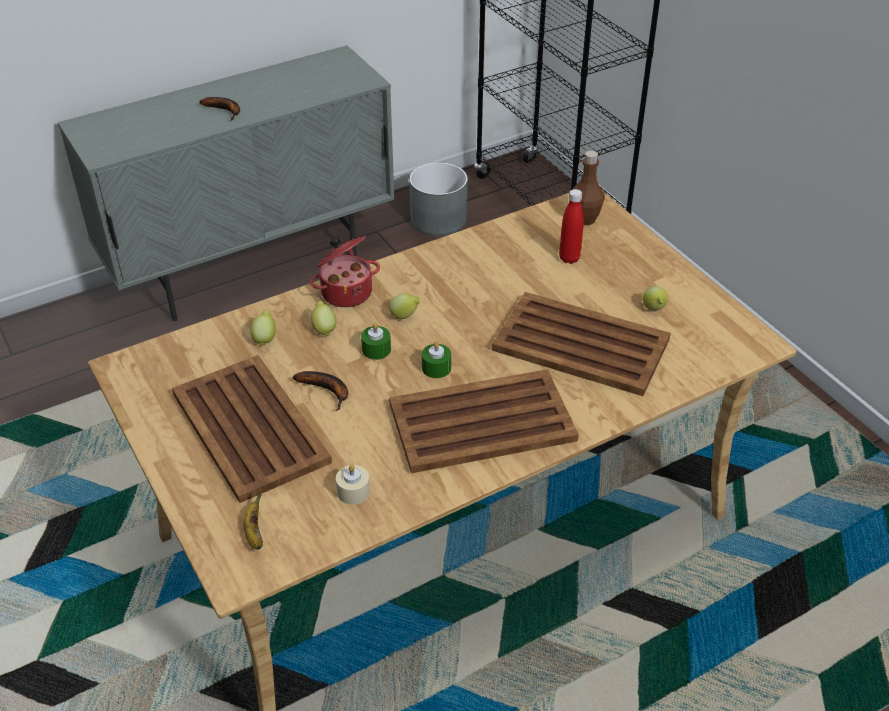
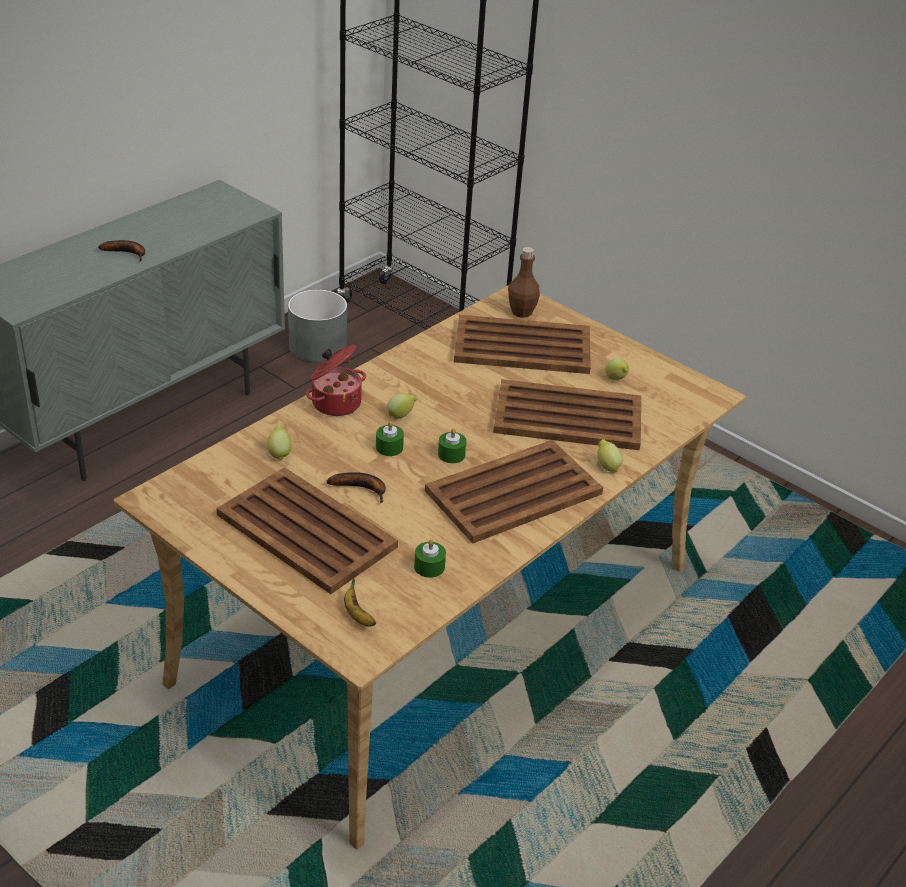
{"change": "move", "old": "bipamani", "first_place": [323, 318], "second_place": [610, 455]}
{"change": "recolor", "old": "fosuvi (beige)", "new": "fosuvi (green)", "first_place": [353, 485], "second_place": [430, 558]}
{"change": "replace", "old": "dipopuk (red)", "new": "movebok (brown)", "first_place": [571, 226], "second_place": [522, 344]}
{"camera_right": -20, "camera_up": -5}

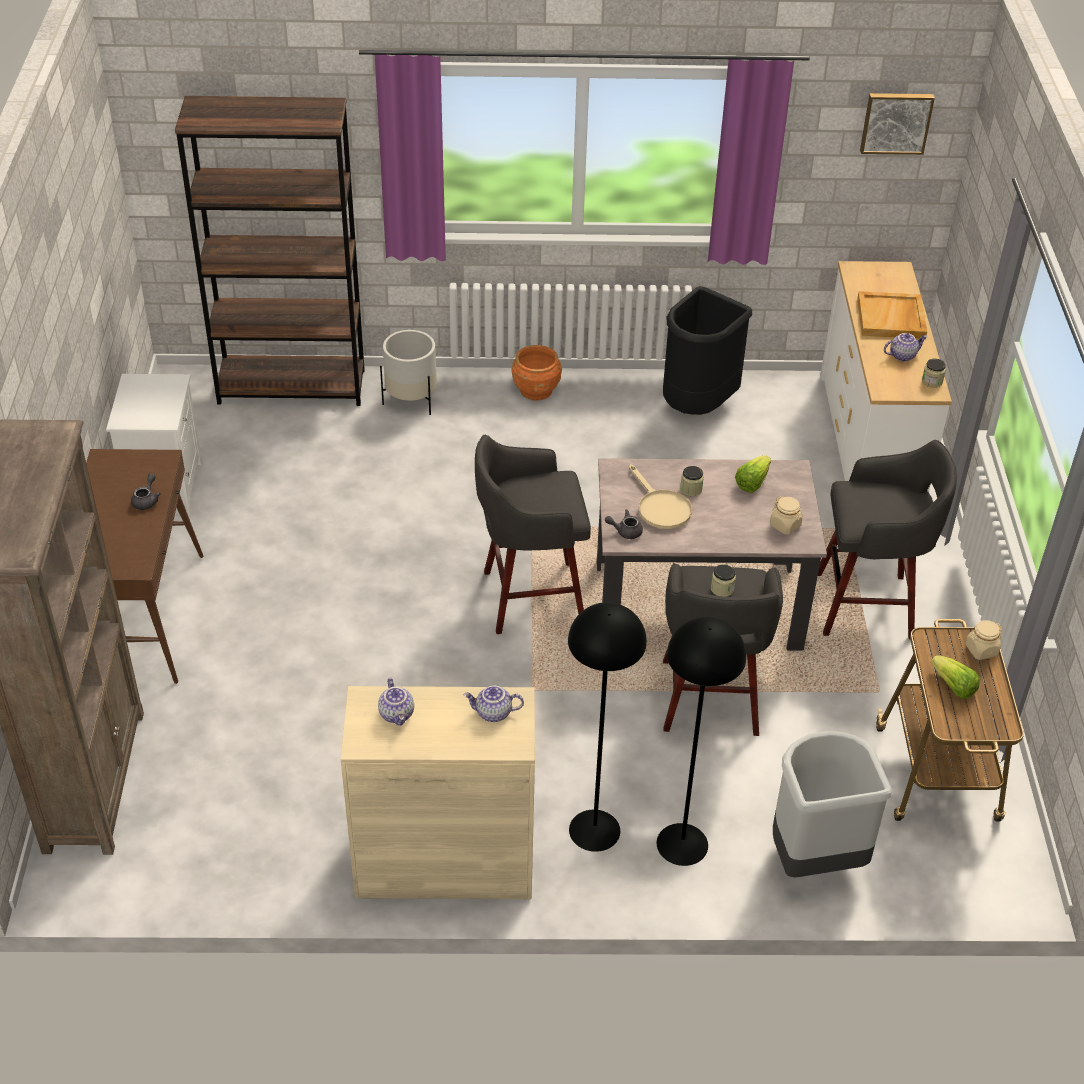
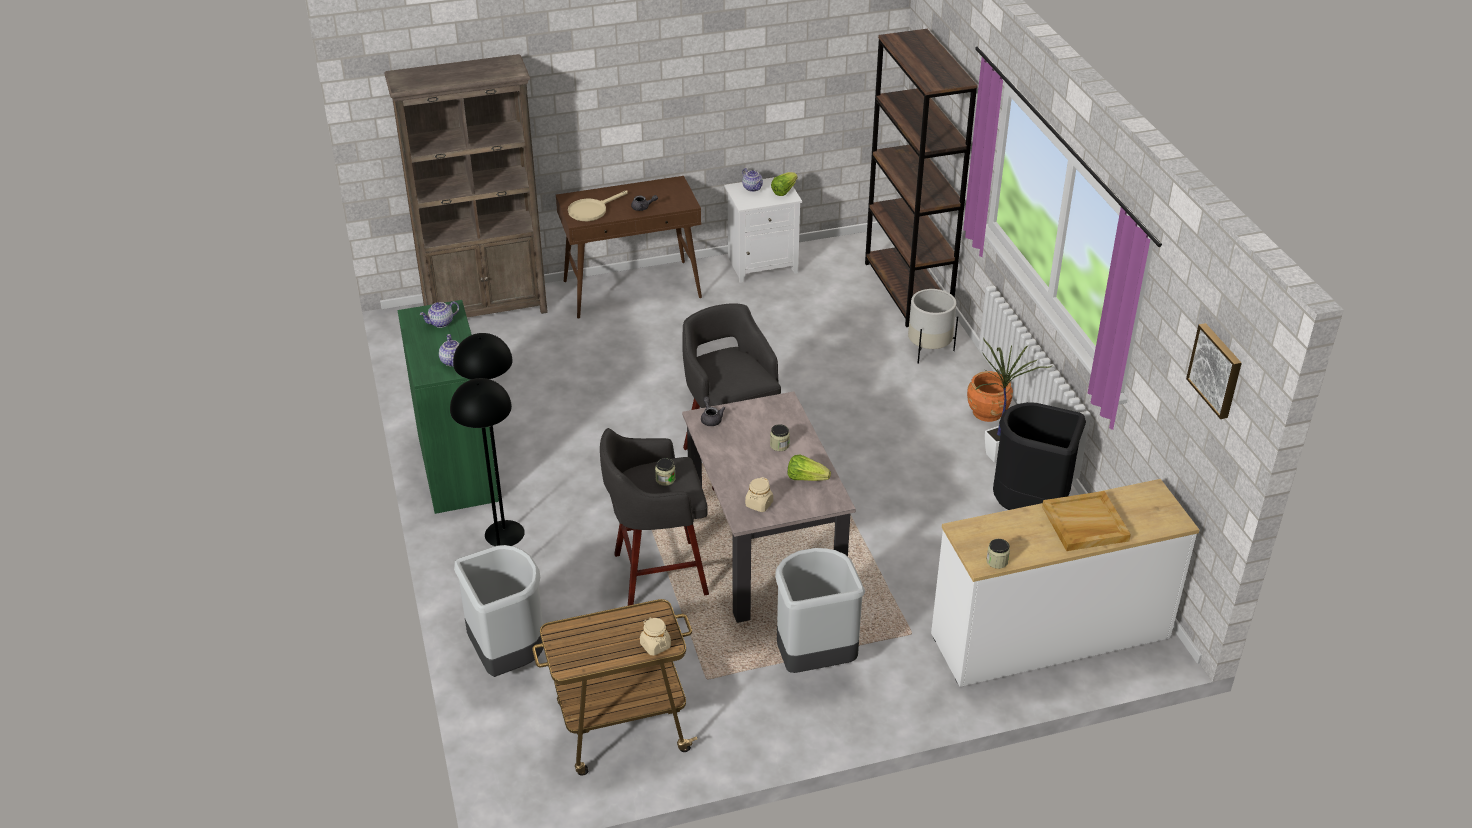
{"change": "recolor", "old": "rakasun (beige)", "new": "rakasun (green)", "first_place": [438, 792], "second_place": [448, 407]}
{"change": "move", "old": "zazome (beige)", "first_place": [660, 496], "second_place": [598, 206]}
{"change": "replace", "old": "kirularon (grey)", "new": "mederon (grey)", "first_place": [887, 539], "second_place": [820, 610]}
{"change": "move", "old": "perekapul", "first_place": [906, 347], "second_place": [752, 180]}
{"change": "move", "old": "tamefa", "first_place": [955, 677], "second_place": [784, 184]}
{"change": "insert", "new": "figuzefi", "second_place": [1014, 399]}
{"camera_right": 75, "camera_up": -5}

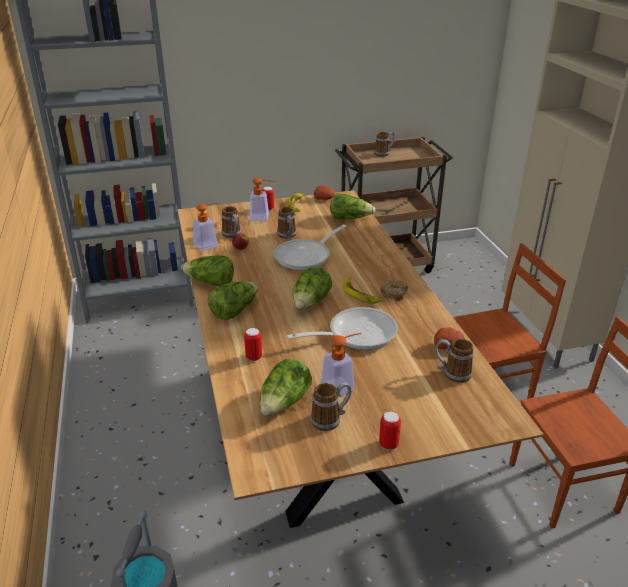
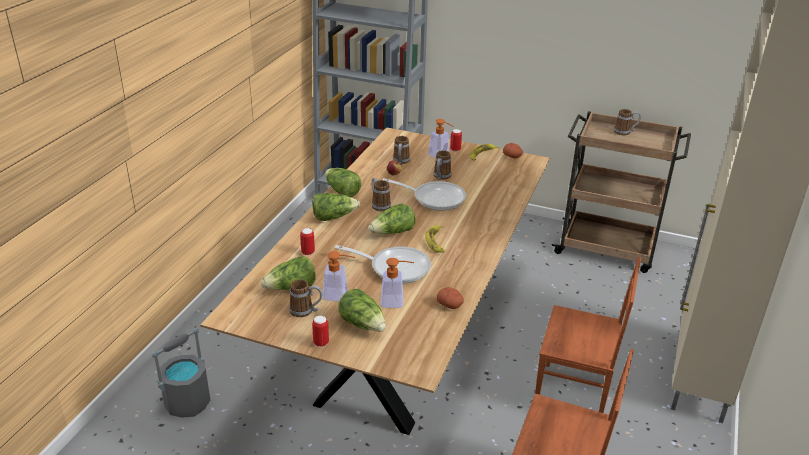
{"change": "move", "old": "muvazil", "first_place": [205, 227], "second_place": [398, 283]}
{"change": "rotate", "old": "zazome", "first_place": [309, 247], "second_place": [424, 194], "degrees": -150}
{"change": "move", "old": "tamefa", "first_place": [353, 206], "second_place": [362, 310]}
{"change": "delete", "old": "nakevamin", "first_place": [394, 290]}
{"change": "move", "old": "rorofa", "first_place": [454, 361], "second_place": [381, 194]}
{"camera_right": 35, "camera_up": 0}

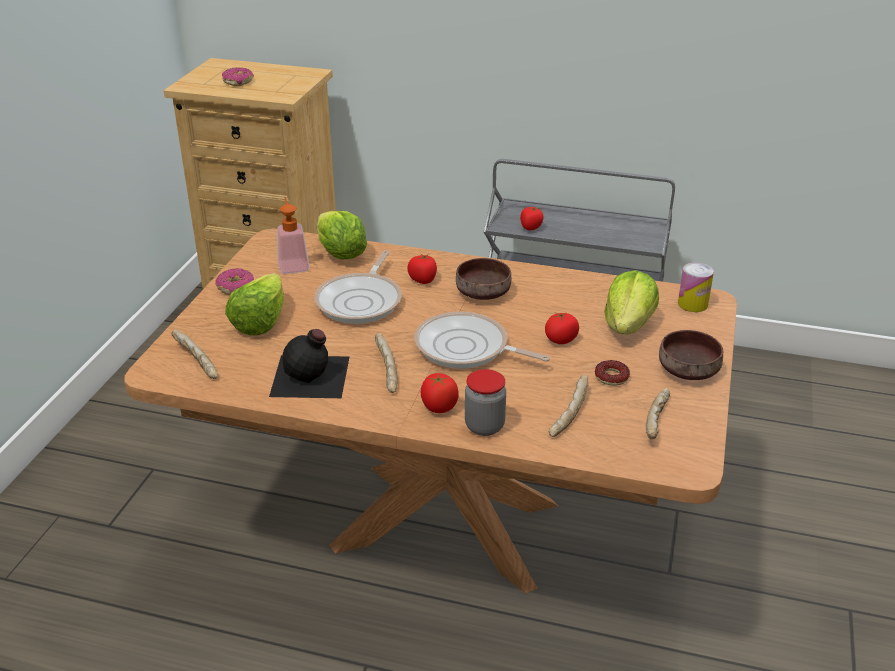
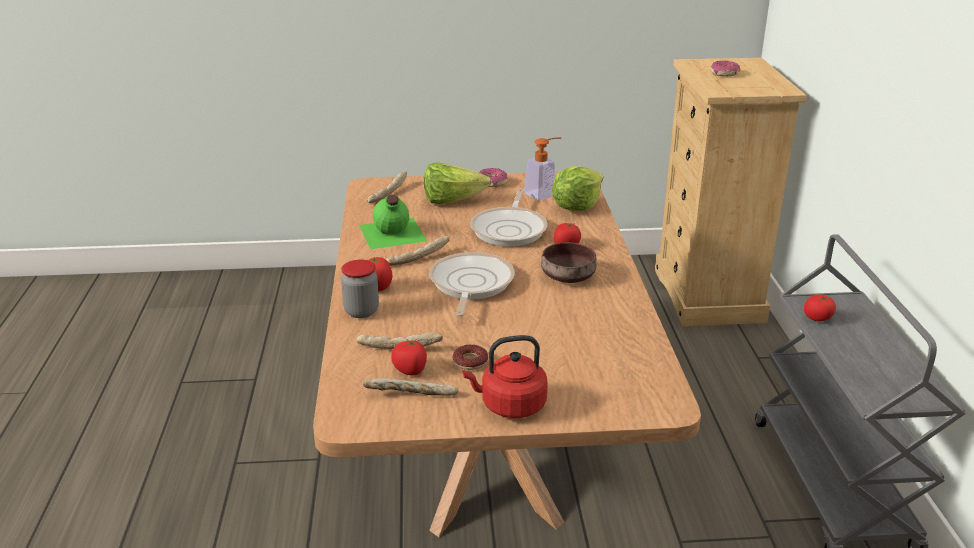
{"change": "recolor", "old": "dipopuk (black)", "new": "dipopuk (green)", "first_place": [309, 363], "second_place": [393, 222]}
{"change": "rotate", "old": "zazome", "first_place": [358, 287], "second_place": [509, 217], "degrees": -75}
{"change": "move", "old": "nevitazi", "first_place": [562, 328], "second_place": [409, 357]}
{"change": "delete", "old": "tamefa", "first_place": [631, 302]}
{"change": "replace", "old": "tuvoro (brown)", "new": "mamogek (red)", "first_place": [691, 355], "second_place": [505, 376]}
{"change": "delete", "old": "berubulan", "first_place": [696, 287]}
{"camera_right": 70, "camera_up": -5}

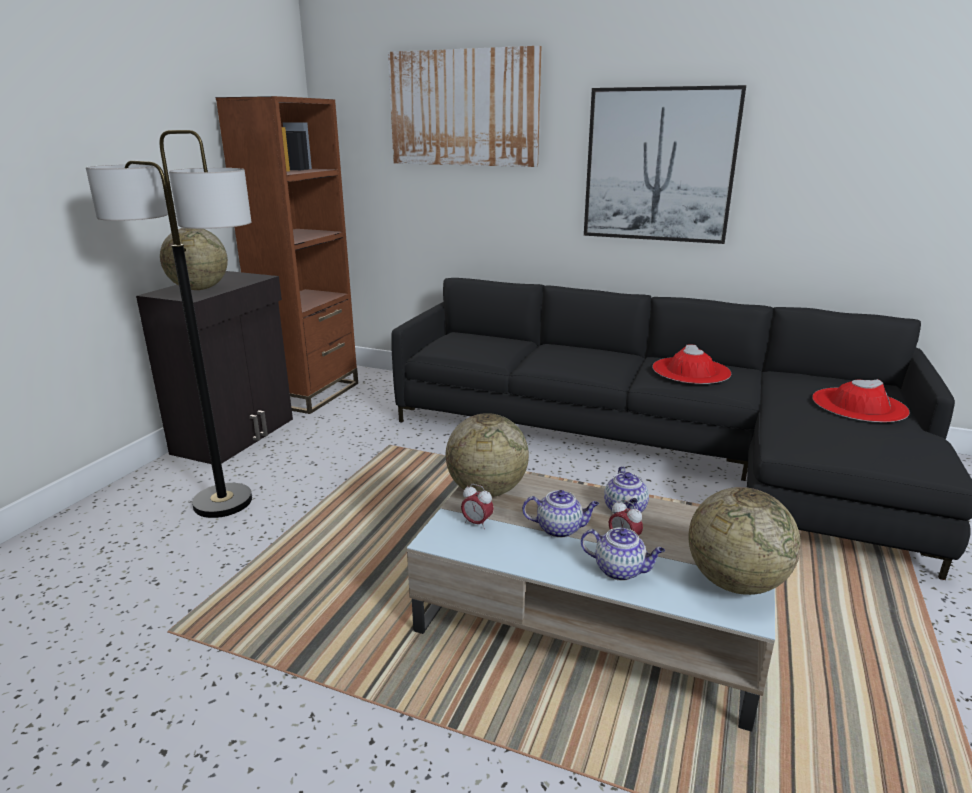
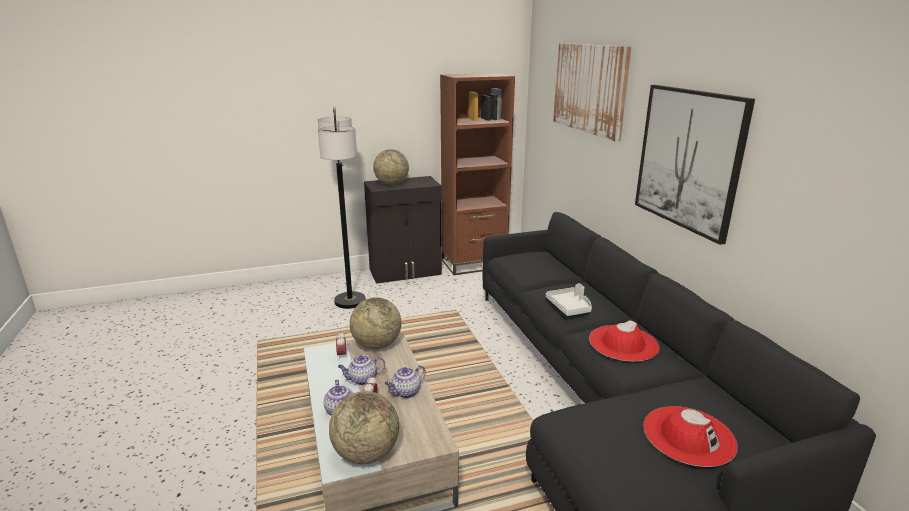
{"change": "rotate", "old": "perekapul", "first_place": [560, 514], "second_place": [361, 370], "degrees": 105}
{"change": "insert", "new": "movebok (grey)", "second_place": [569, 299]}
{"camera_right": 50, "camera_up": 0}

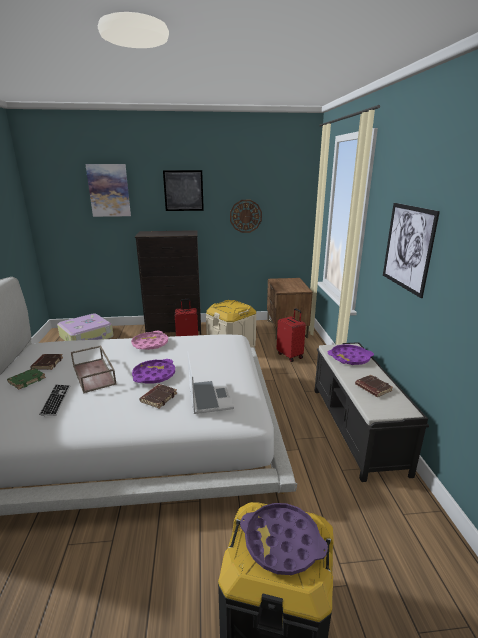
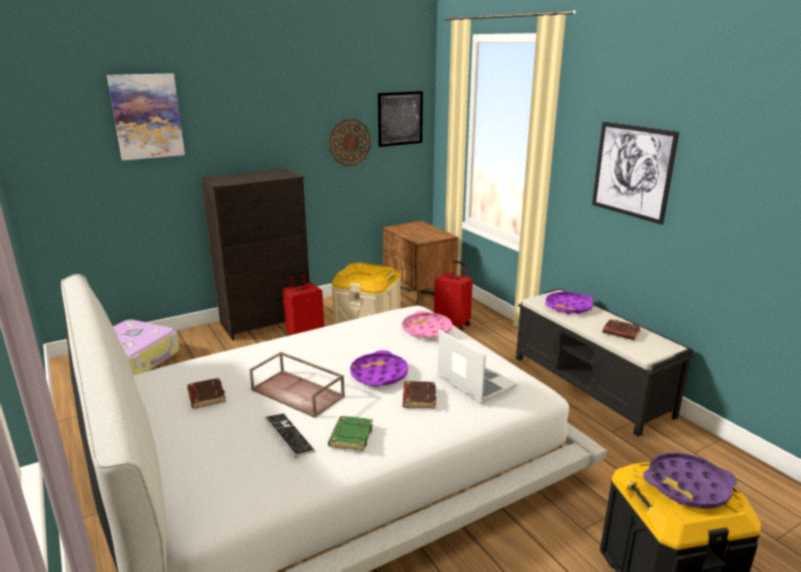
{"change": "move", "old": "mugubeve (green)", "first_place": [26, 378], "second_place": [350, 433]}
{"change": "move", "old": "movebok (pink)", "first_place": [149, 340], "second_place": [427, 324]}
{"change": "move", "old": "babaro", "first_place": [183, 190], "second_place": [400, 119]}
{"camera_right": -25, "camera_up": 0}

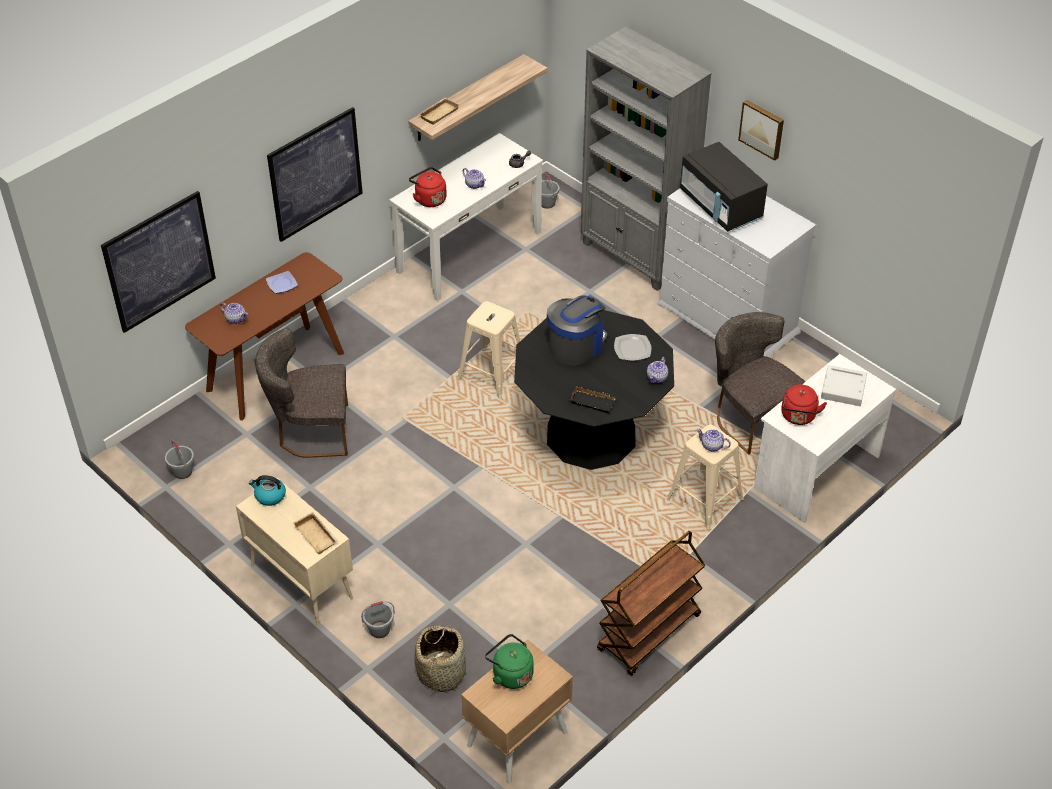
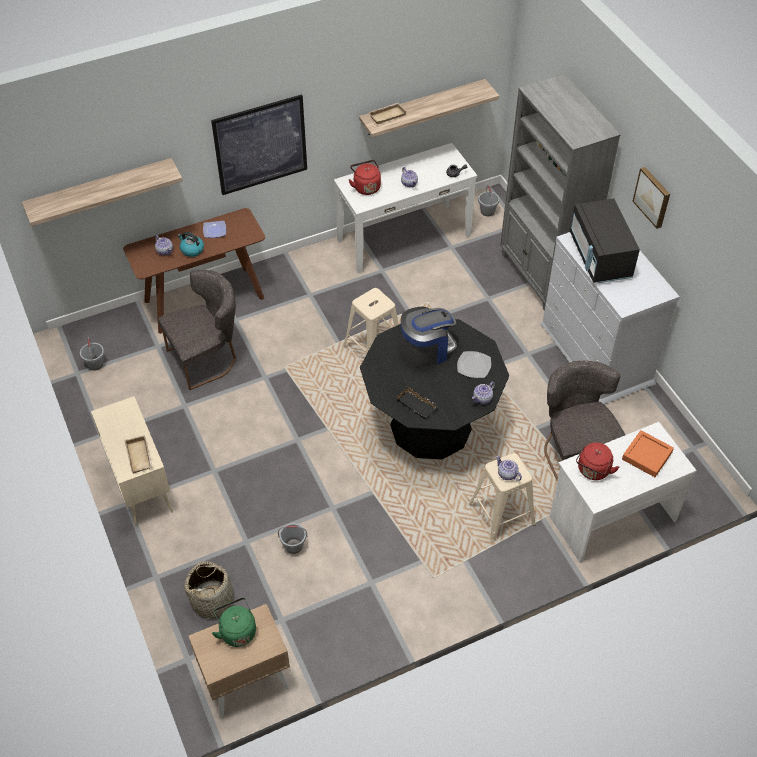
{"change": "replace", "old": "babaro", "new": "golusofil", "first_place": [158, 262], "second_place": [102, 192]}
{"change": "move", "old": "mamogek", "first_place": [267, 490], "second_place": [191, 244]}
{"change": "rotate", "old": "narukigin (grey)", "first_place": [301, 393], "second_place": [197, 330], "degrees": 135}
{"change": "move", "old": "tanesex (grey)", "first_place": [378, 619], "second_place": [292, 538]}
{"change": "delete", "old": "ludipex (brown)", "first_place": [651, 603]}
{"change": "recolor", "old": "movebok (grey)", "new": "movebok (orange)", "first_place": [844, 385], "second_place": [648, 453]}
{"camera_right": 20, "camera_up": 5}

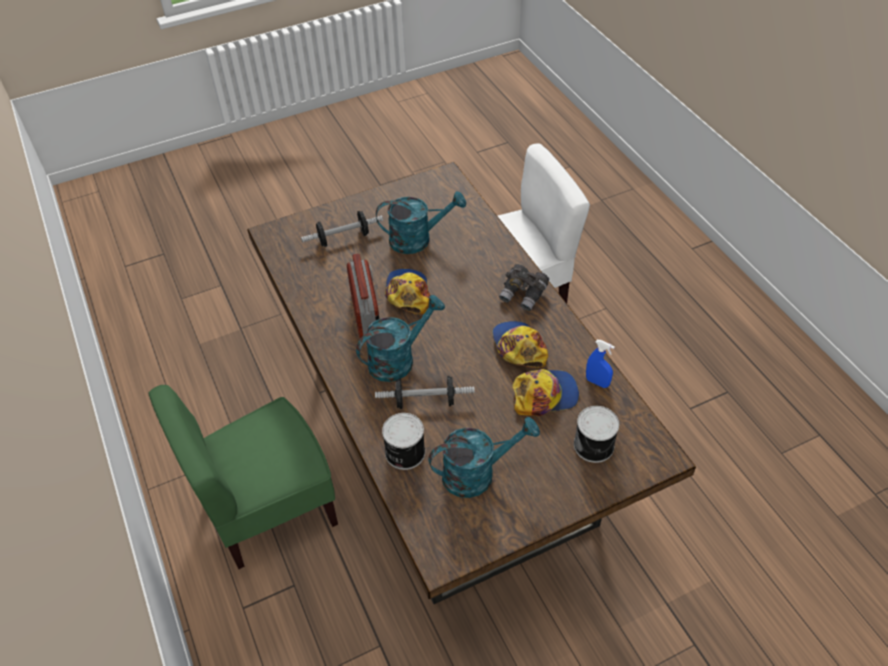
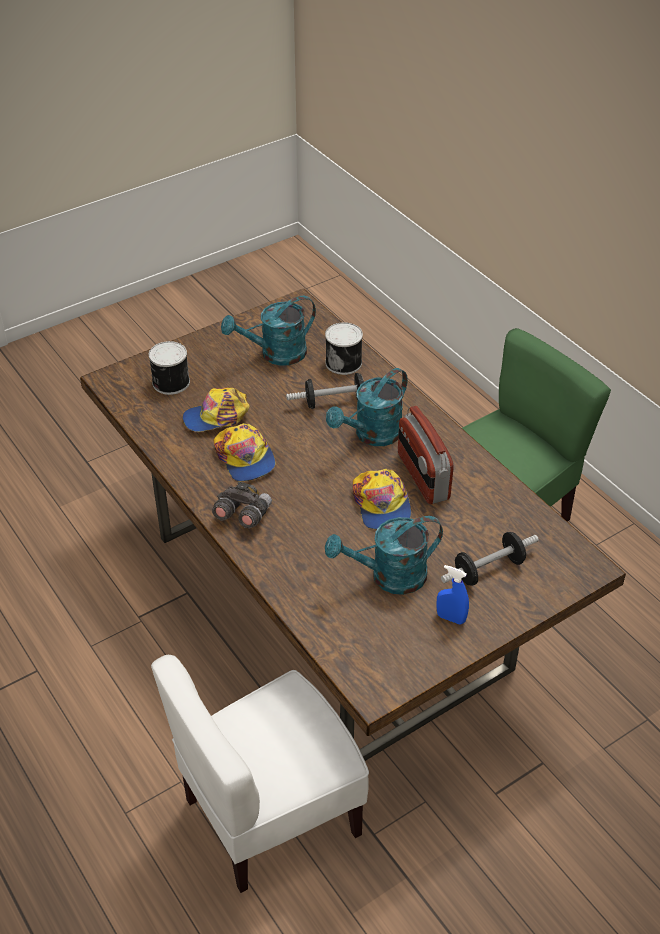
{"change": "move", "old": "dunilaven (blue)", "first_place": [600, 364], "second_place": [452, 595]}
{"camera_right": 170, "camera_up": -5}

